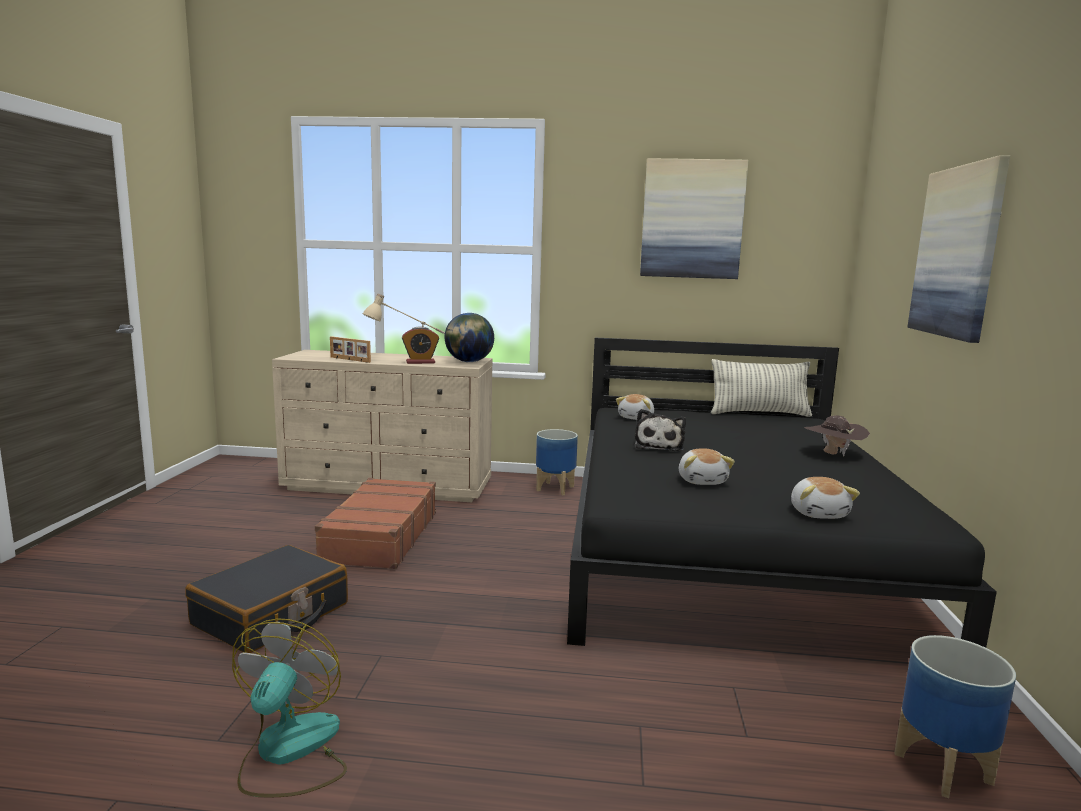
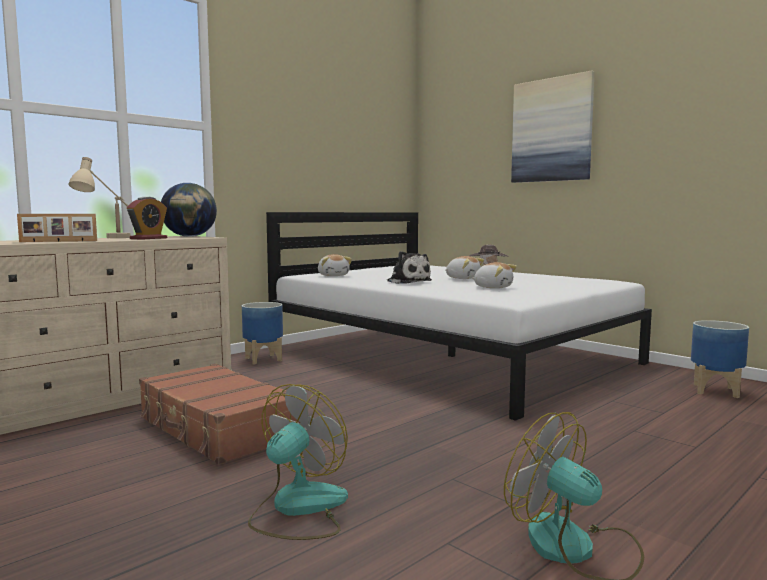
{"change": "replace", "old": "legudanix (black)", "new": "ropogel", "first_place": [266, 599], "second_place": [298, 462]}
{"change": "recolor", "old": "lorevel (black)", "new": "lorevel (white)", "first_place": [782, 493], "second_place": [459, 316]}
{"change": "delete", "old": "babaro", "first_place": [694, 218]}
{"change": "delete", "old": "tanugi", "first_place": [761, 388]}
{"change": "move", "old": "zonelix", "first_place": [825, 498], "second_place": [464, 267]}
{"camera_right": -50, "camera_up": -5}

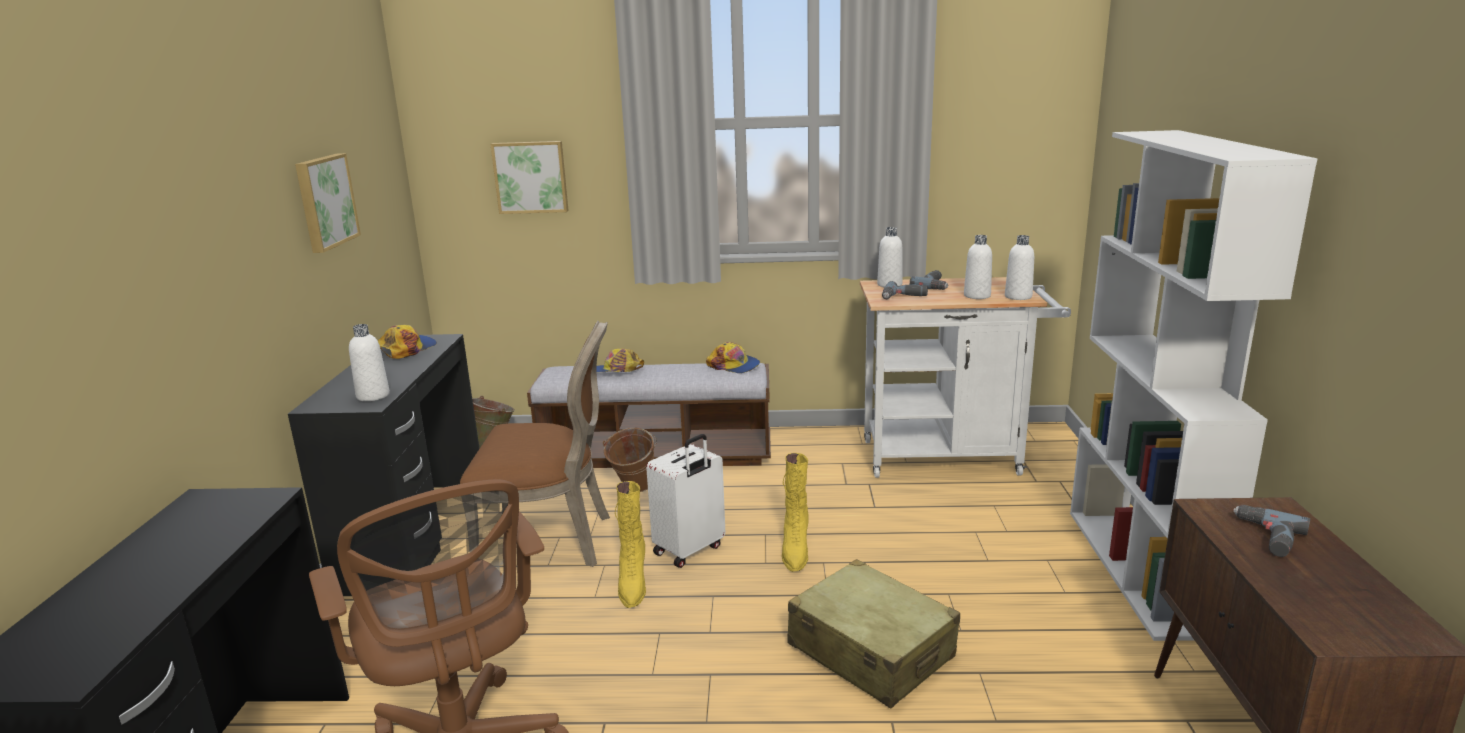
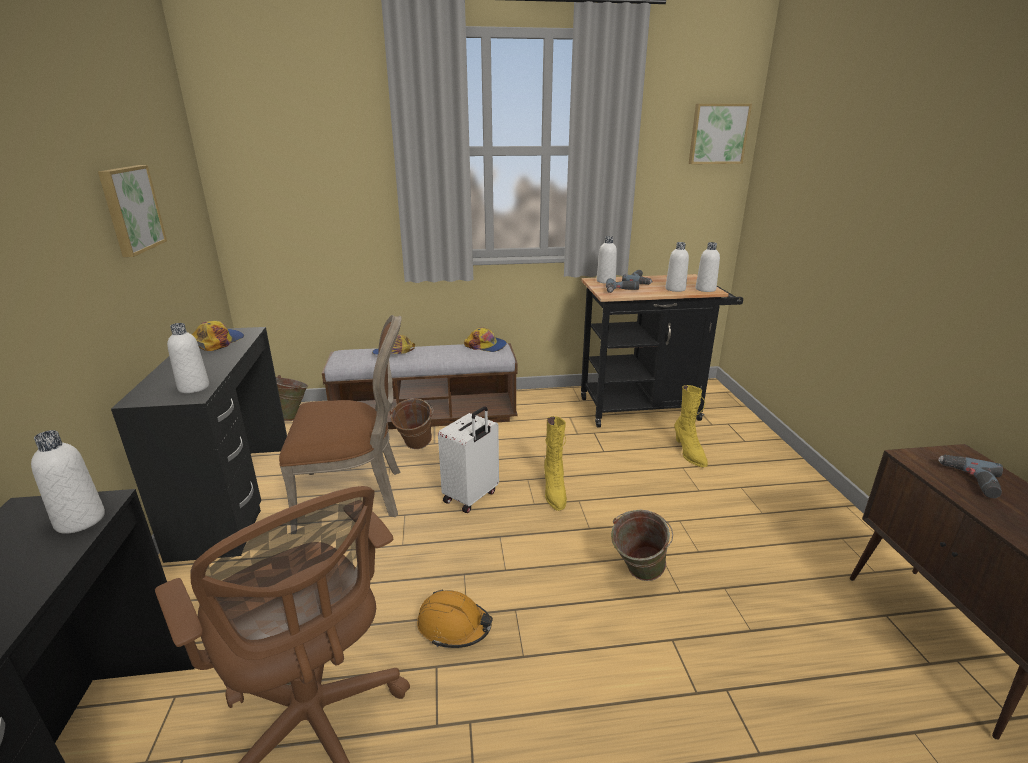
{"change": "move", "old": "babaro", "first_place": [529, 177], "second_place": [720, 134]}
{"change": "move", "old": "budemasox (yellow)", "first_place": [630, 544], "second_place": [691, 426]}
{"change": "replace", "old": "legudanix (beige)", "new": "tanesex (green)", "first_place": [874, 633], "second_place": [642, 545]}
{"change": "recolor", "old": "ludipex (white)", "new": "ludipex (black)", "first_place": [965, 377], "second_place": [662, 351]}
{"change": "delete", "old": "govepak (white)", "first_place": [1194, 385]}
{"change": "insert", "new": "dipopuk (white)", "second_place": [68, 482]}
{"change": "insert", "new": "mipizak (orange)", "second_place": [455, 618]}
{"camera_right": -10, "camera_up": 5}

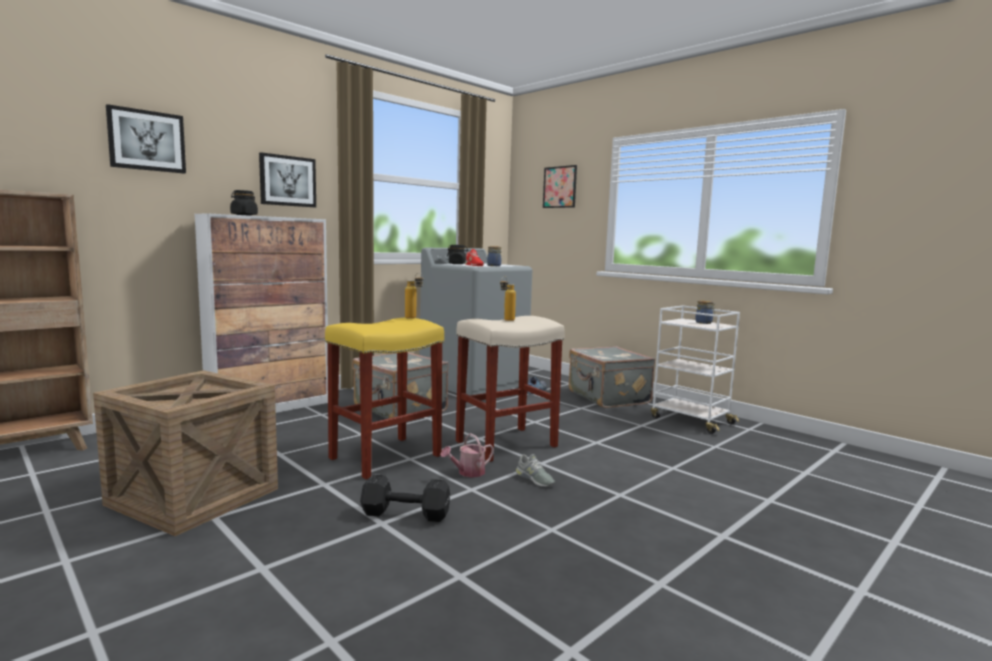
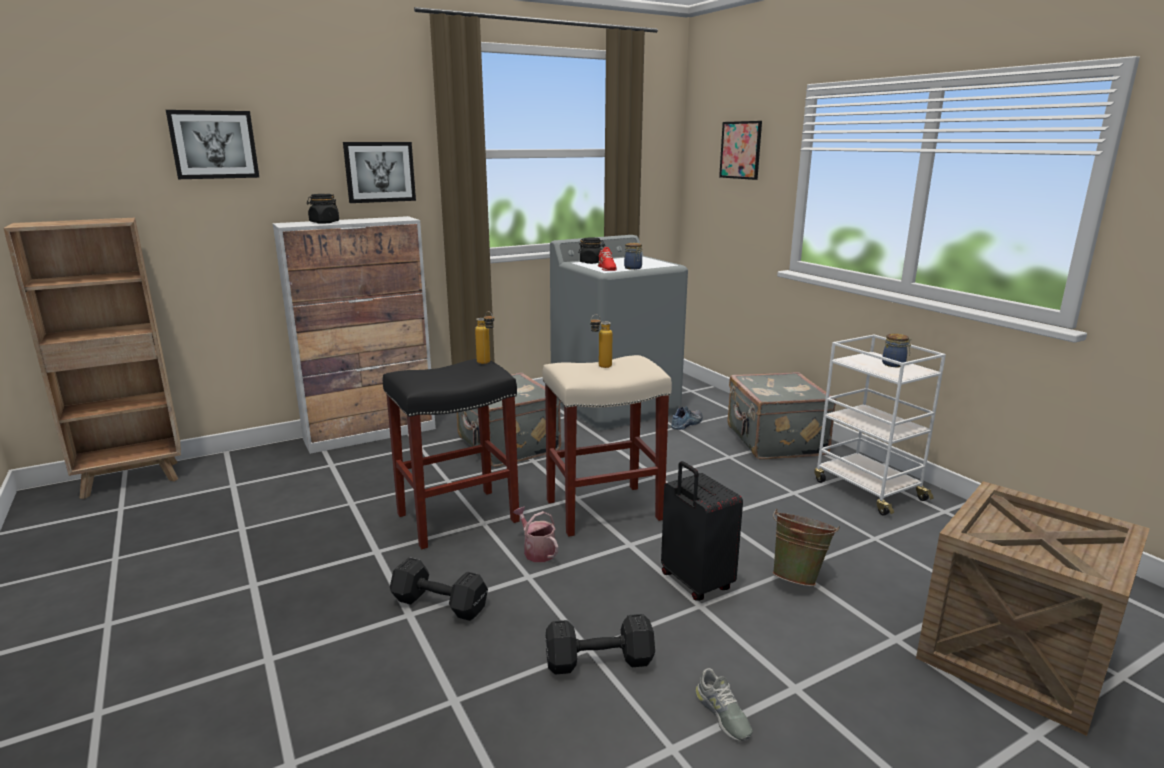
{"change": "move", "old": "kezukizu", "first_place": [185, 453], "second_place": [1033, 608]}
{"change": "recolor", "old": "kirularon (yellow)", "new": "kirularon (black)", "first_place": [384, 399], "second_place": [451, 454]}
{"change": "rotate", "old": "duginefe", "first_place": [467, 455], "second_place": [535, 534], "degrees": 75}
{"change": "move", "old": "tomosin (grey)", "first_place": [535, 470], "second_place": [724, 704]}
{"change": "insert", "new": "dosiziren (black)", "second_place": [600, 644]}
{"change": "insert", "new": "legudanix (black)", "second_place": [702, 531]}
{"change": "insert", "new": "tanesex (green)", "second_place": [806, 547]}
{"camera_right": 15, "camera_up": 10}

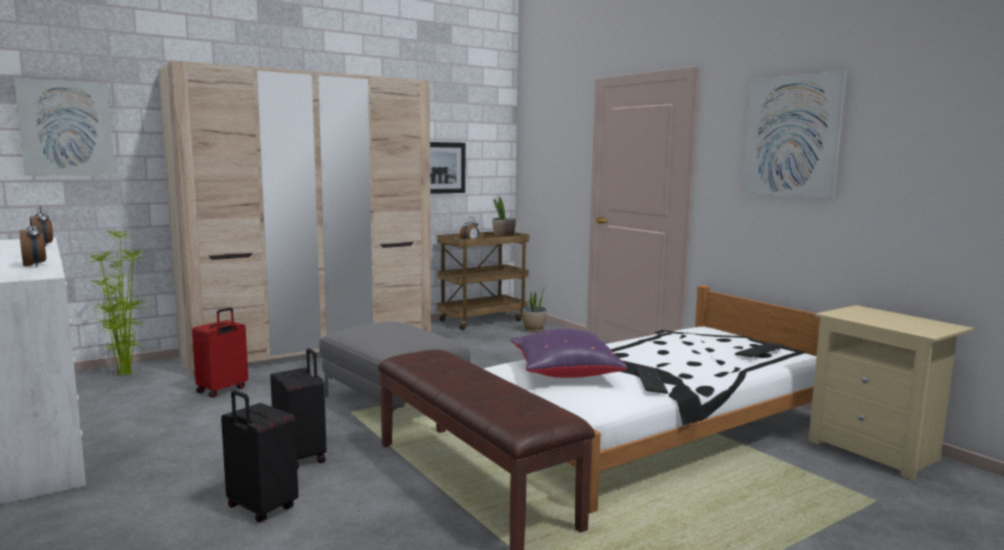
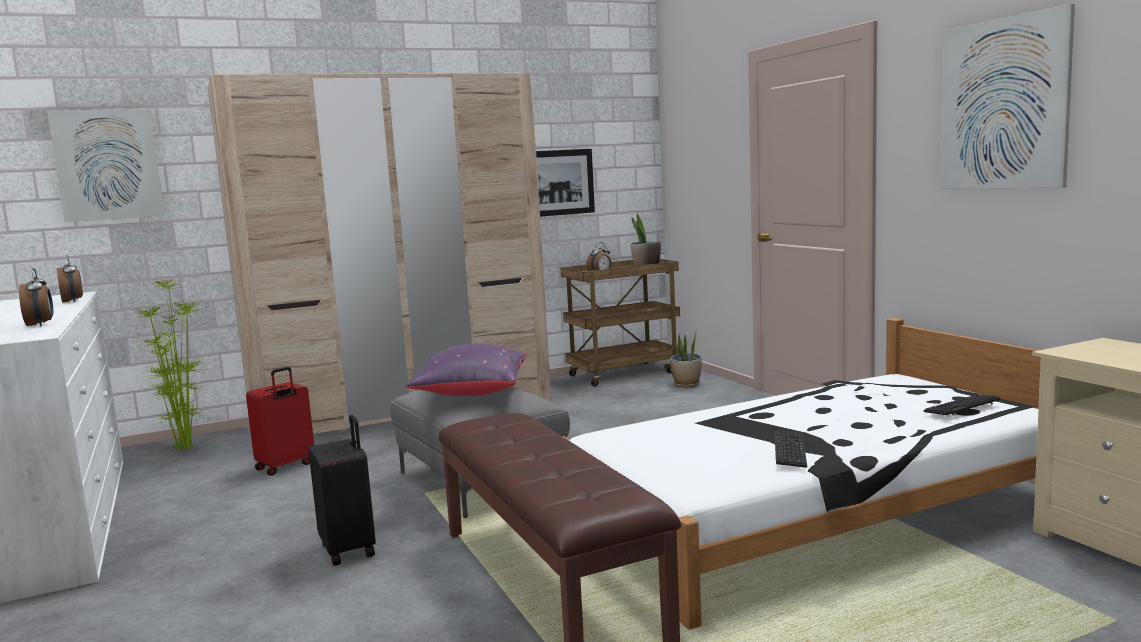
{"change": "delete", "old": "legudanix (black)", "first_place": [259, 456]}
{"change": "move", "old": "tanugi (purple)", "first_place": [568, 353], "second_place": [466, 370]}
{"camera_right": 10, "camera_up": 0}

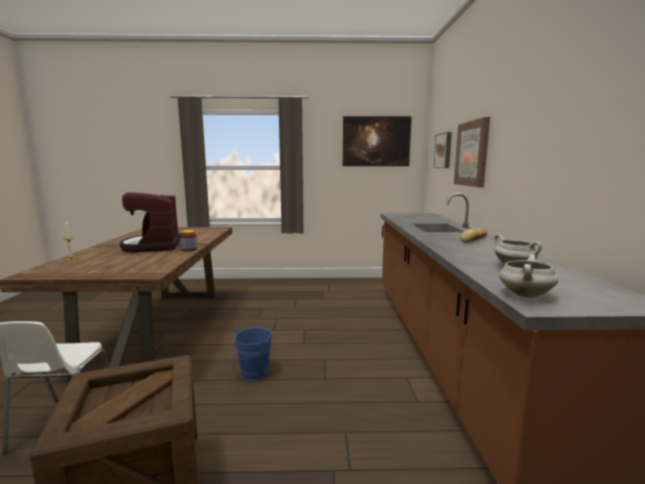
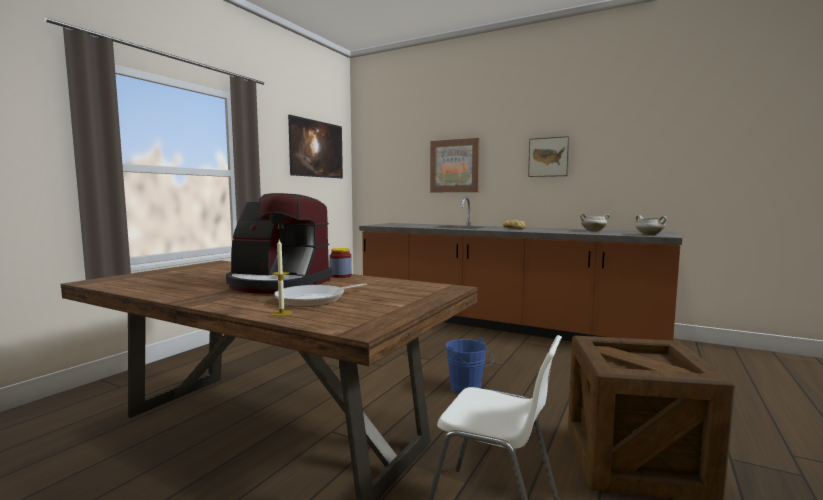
{"change": "move", "old": "babaro", "first_place": [443, 150], "second_place": [549, 156]}
{"change": "insert", "new": "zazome", "second_place": [320, 295]}
{"camera_right": -60, "camera_up": -5}

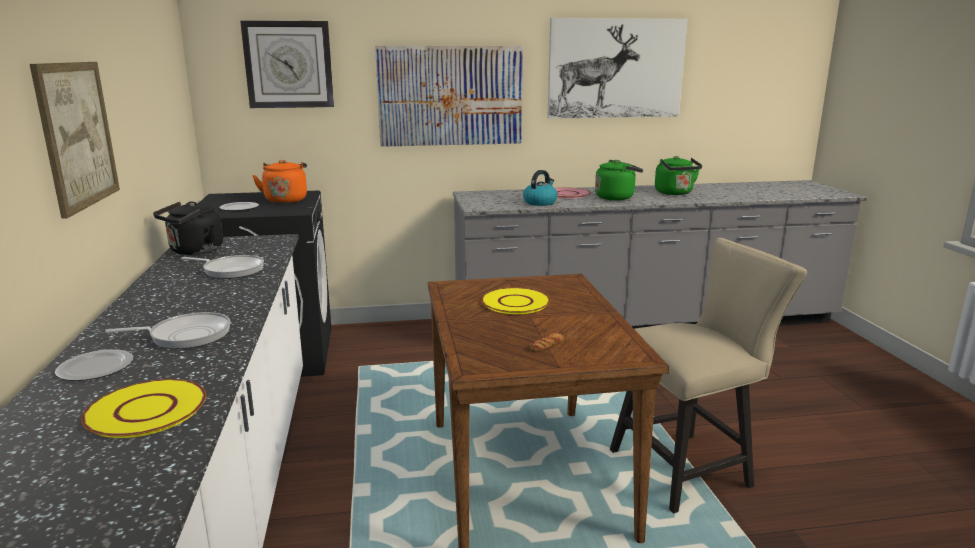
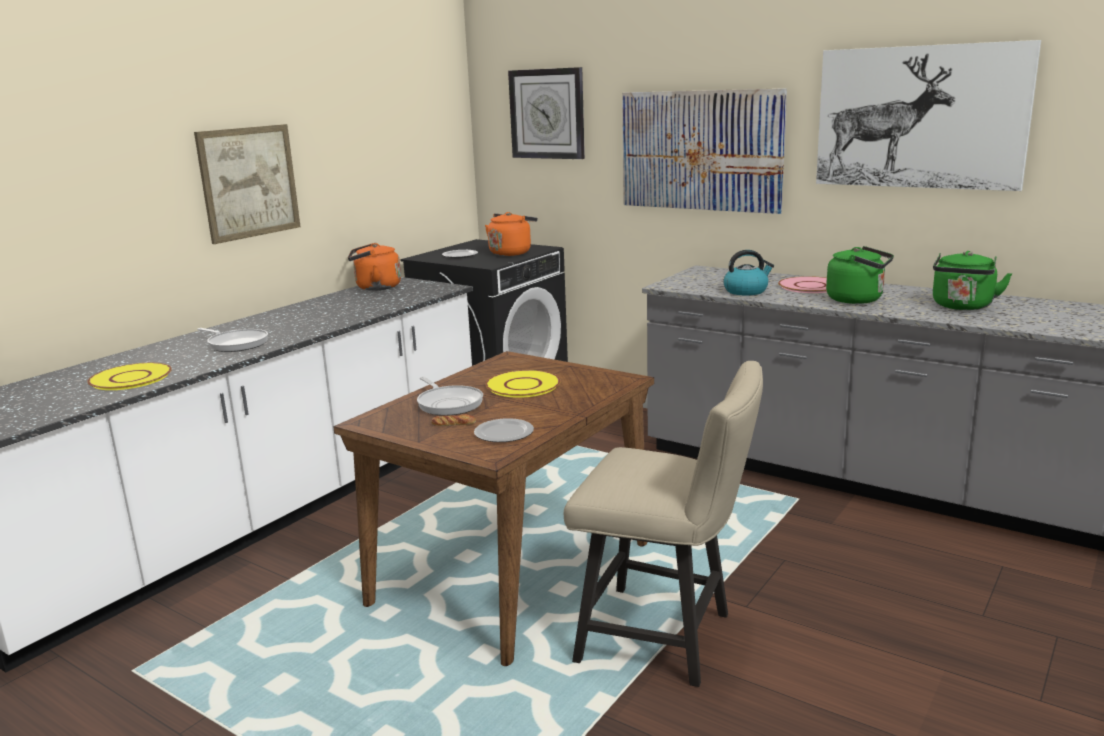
{"change": "move", "old": "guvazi", "first_place": [94, 365], "second_place": [504, 430]}
{"change": "recolor", "old": "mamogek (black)", "new": "mamogek (orange)", "first_place": [188, 228], "second_place": [374, 267]}
{"change": "move", "old": "zazome", "first_place": [222, 267], "second_place": [450, 396]}
{"camera_right": 45, "camera_up": 0}

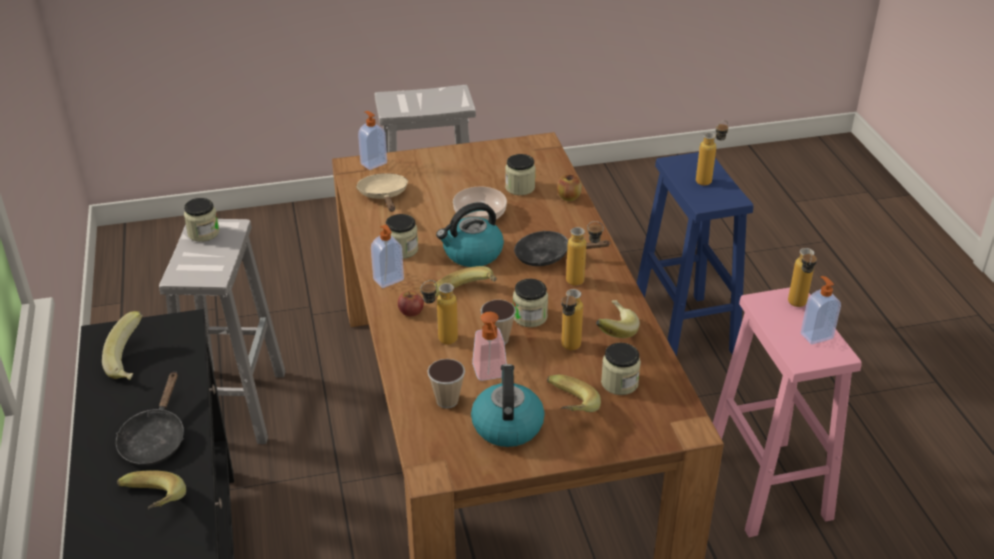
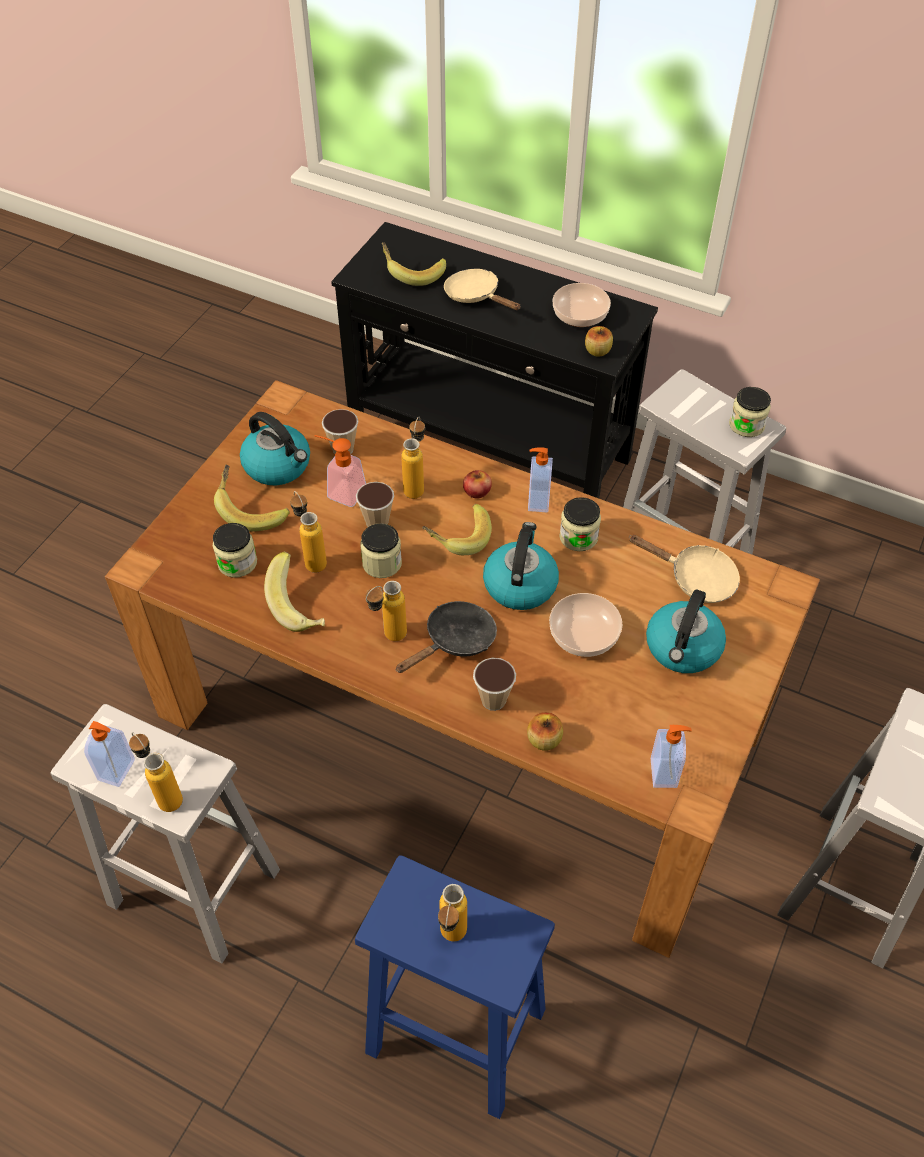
{"change": "replace", "old": "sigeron", "new": "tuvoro", "first_place": [122, 345], "second_place": [582, 305]}
{"change": "recolor", "old": "zazome (black)", "new": "zazome (beige)", "first_place": [150, 418], "second_place": [482, 289]}
{"change": "move", "old": "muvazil", "first_place": [372, 140], "second_place": [671, 756]}
{"change": "delete", "old": "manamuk", "first_place": [520, 174]}
{"change": "recolor", "old": "kirularon (pink)", "new": "kirularon (white)", "first_place": [787, 412], "second_place": [165, 833]}
{"change": "insert", "new": "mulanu", "second_place": [494, 684]}
{"change": "insert", "new": "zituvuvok", "second_place": [599, 341]}
{"change": "insert", "new": "mamogek", "second_place": [686, 631]}
{"camera_right": 130, "camera_up": 15}

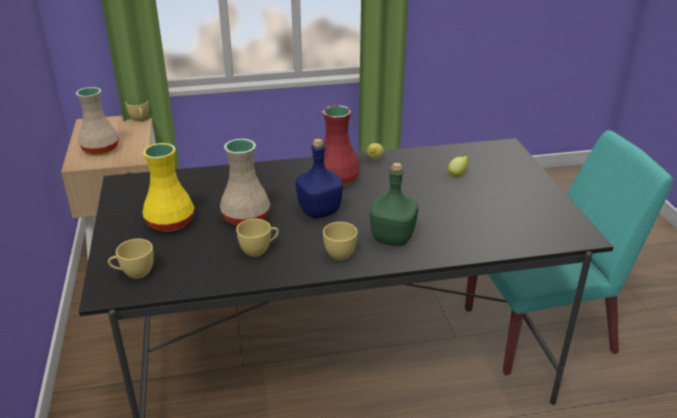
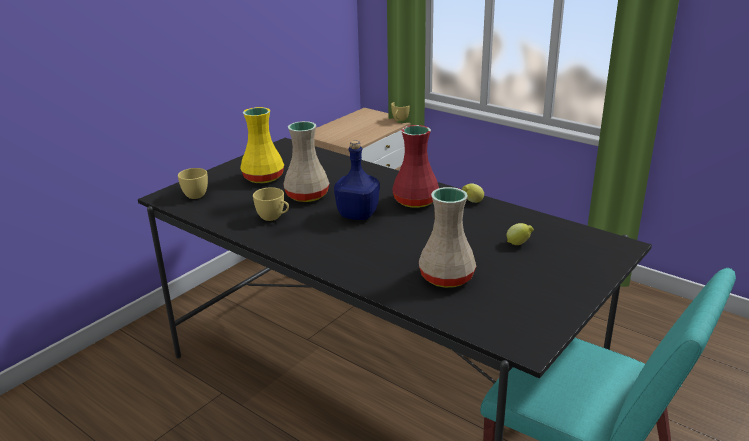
{"change": "move", "old": "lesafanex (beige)", "first_place": [97, 121], "second_place": [447, 237]}
{"change": "delete", "old": "mulanu (yellow)", "first_place": [340, 241]}
{"change": "delete", "old": "dipopuk (green)", "first_place": [394, 204]}
{"camera_right": 50, "camera_up": -5}

